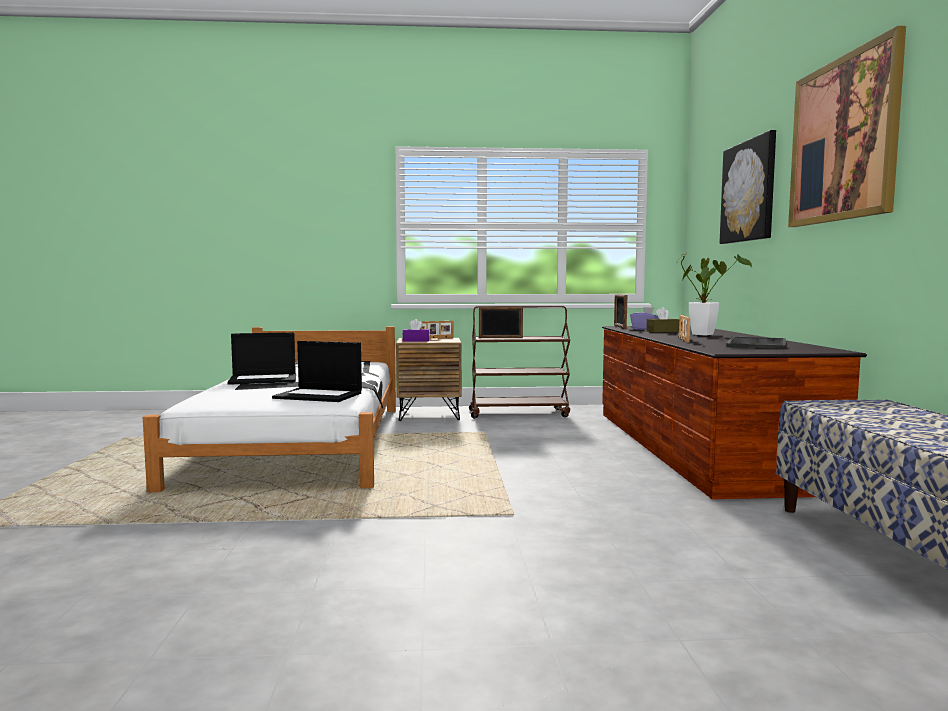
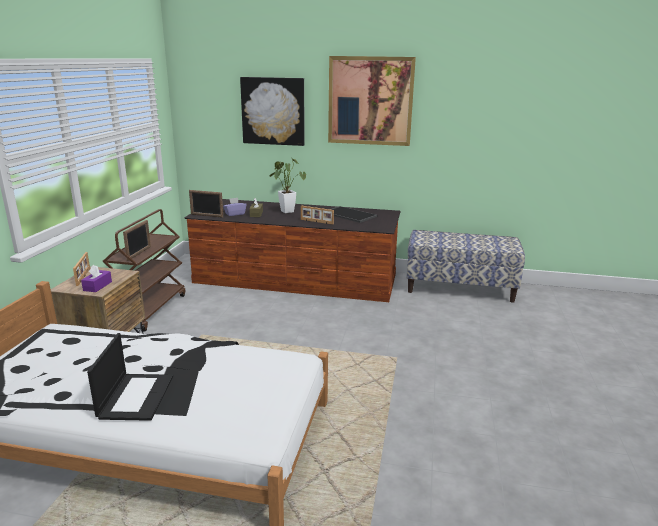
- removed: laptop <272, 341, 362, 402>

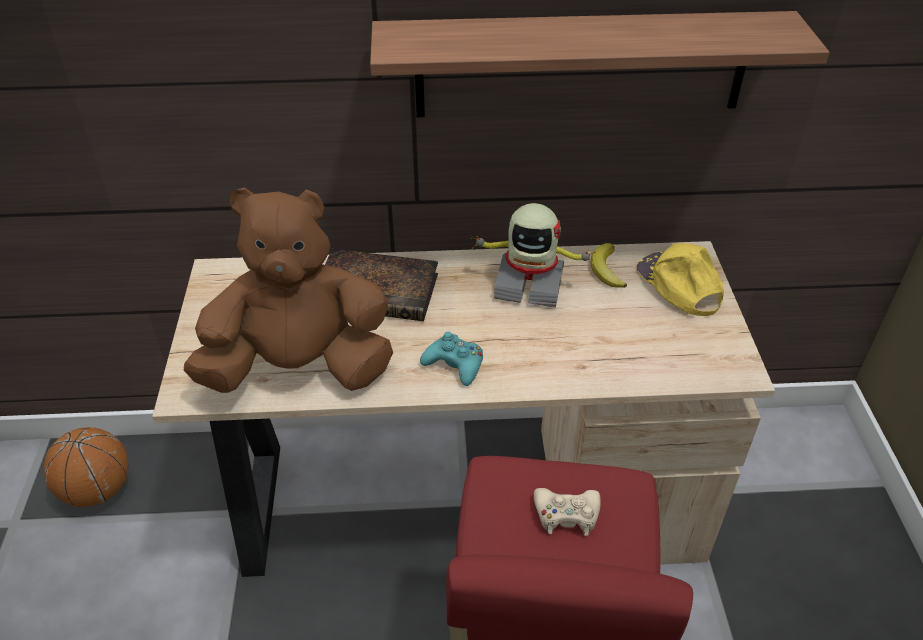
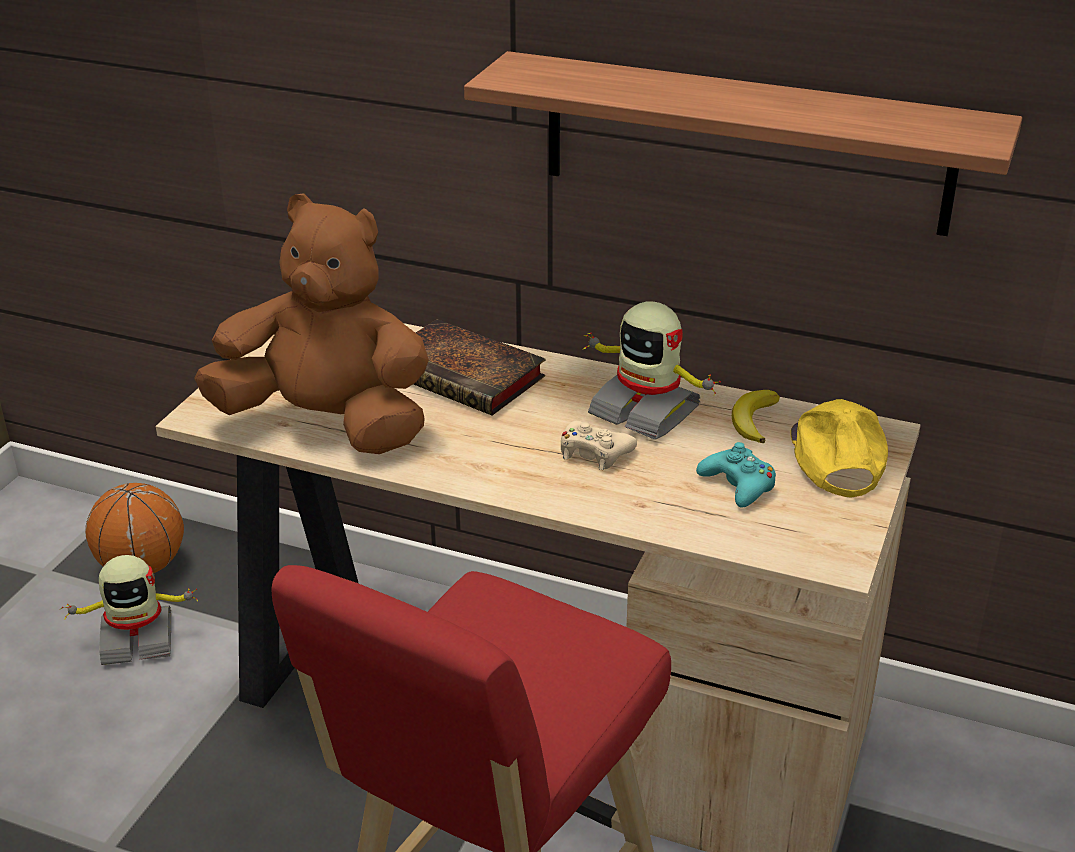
- added: toy robot <61, 555, 198, 665>
- moved: beige game controller <534, 488, 601, 536> to <561, 420, 637, 470>
- moved: turquoise game controller <420, 332, 483, 386> to <696, 442, 776, 508>

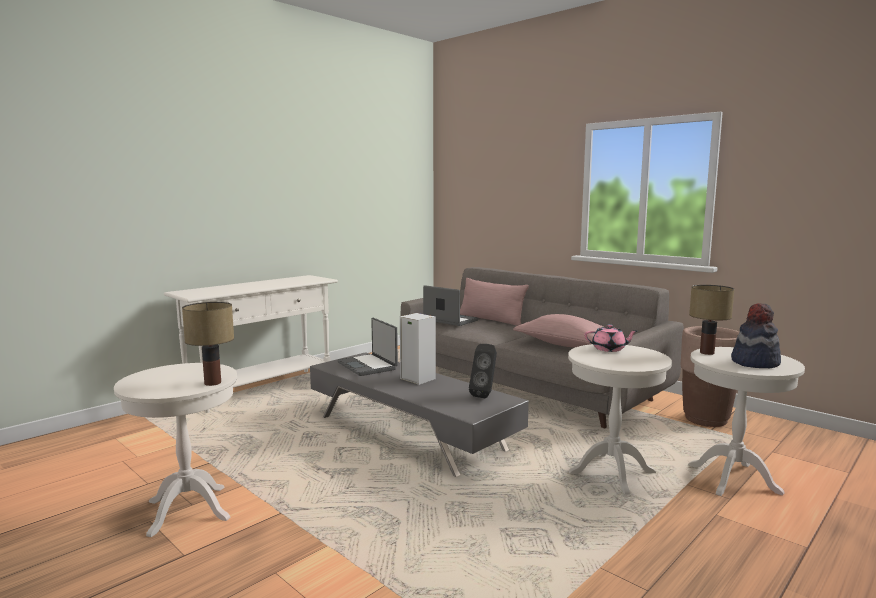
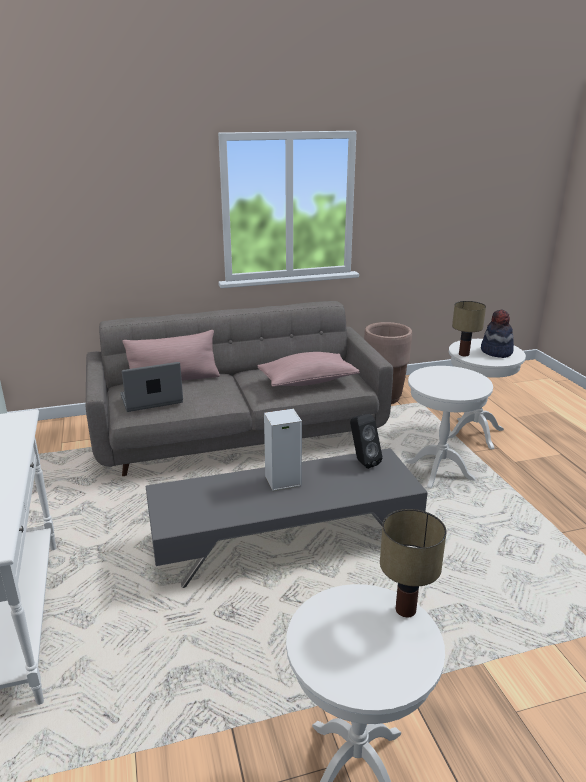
- removed: laptop <338, 317, 398, 376>
- removed: pink teapot <584, 324, 637, 352>

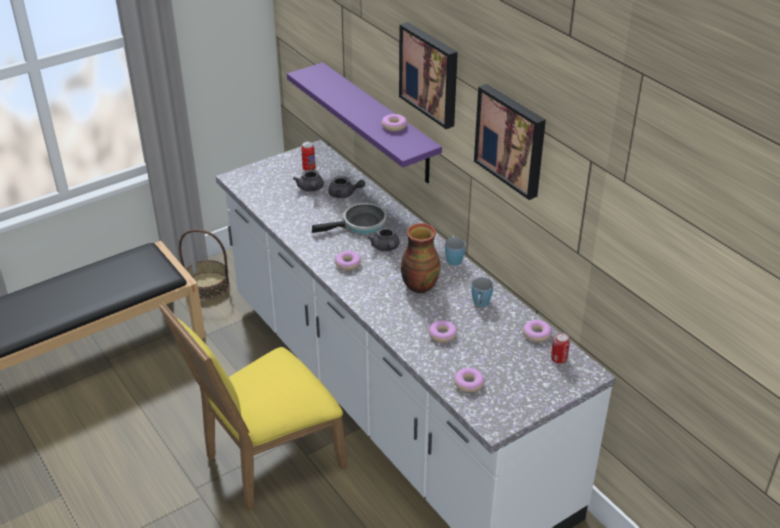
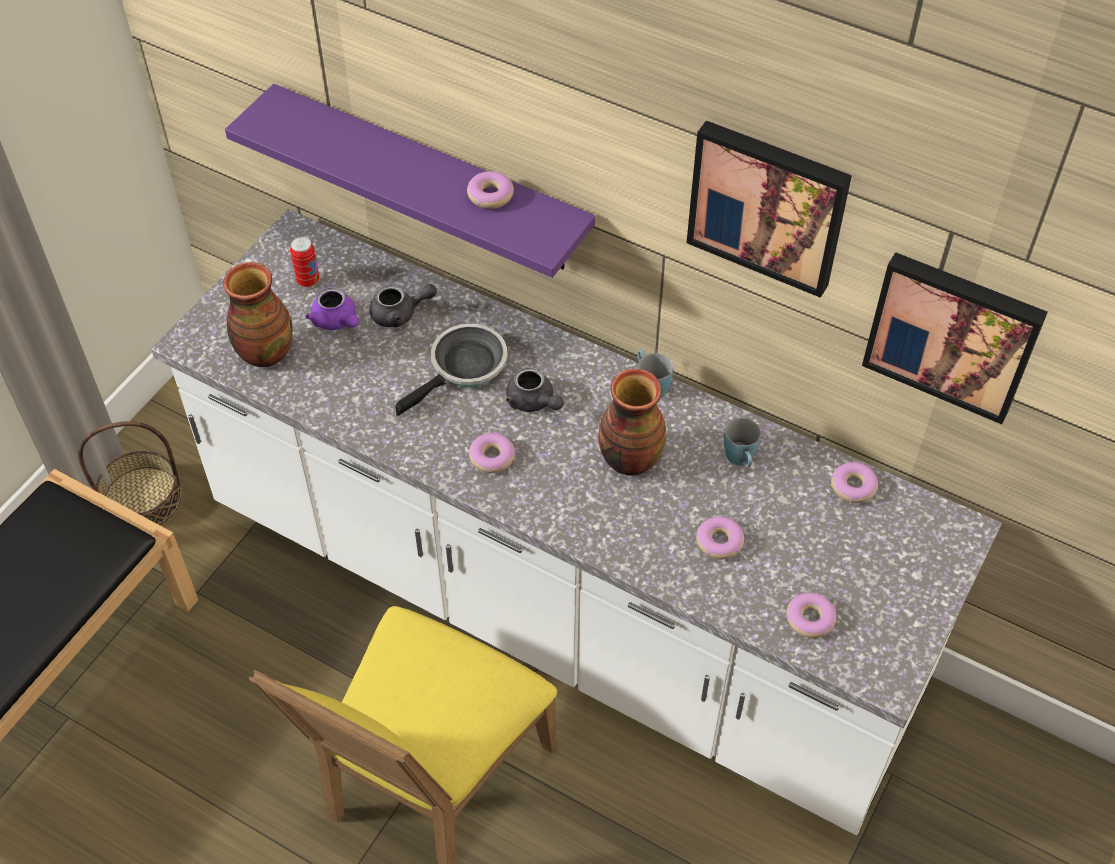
- added: vase <223, 262, 293, 367>
- recoloured: grey teapot <293, 169, 324, 192> to purple teapot <306, 287, 359, 330>
- moved: picture <399, 22, 458, 129> to <862, 252, 1048, 424>
- removed: can <551, 332, 570, 363>

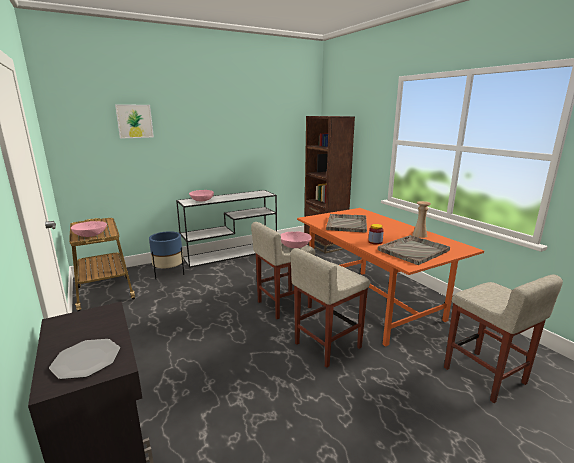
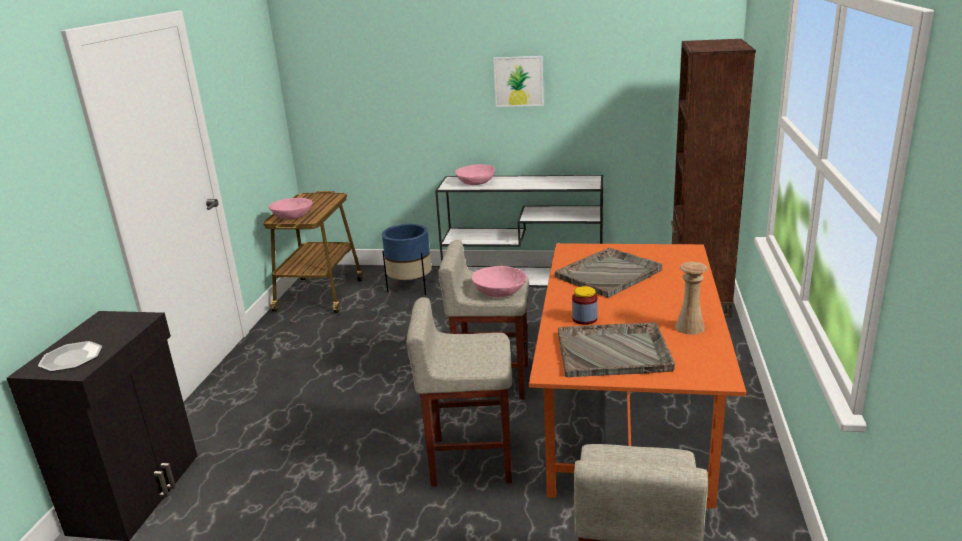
- moved: picture <115, 104, 154, 139> to <493, 56, 544, 107>

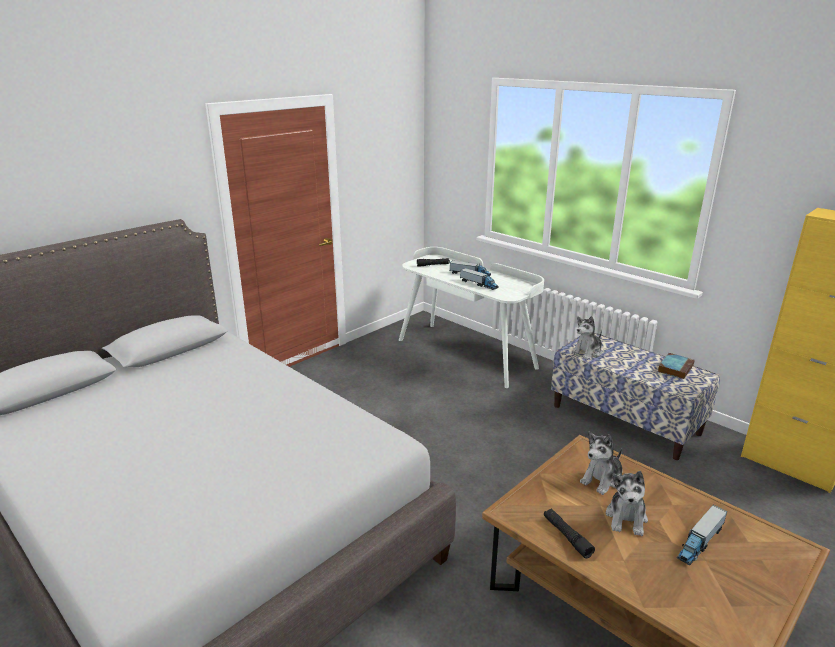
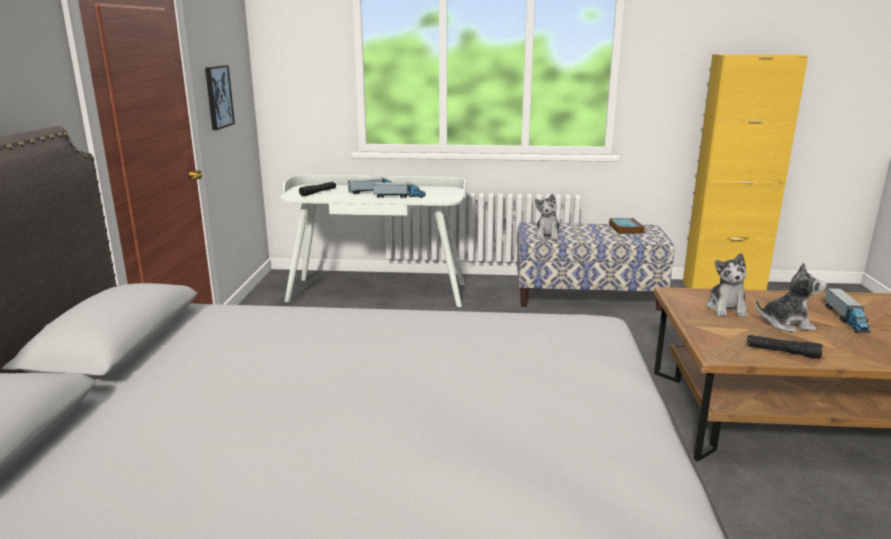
- added: picture <205, 65, 235, 130>
- turned: plush toy <606, 471, 648, 536> = <756, 263, 827, 333> 60 degrees counterclockwise

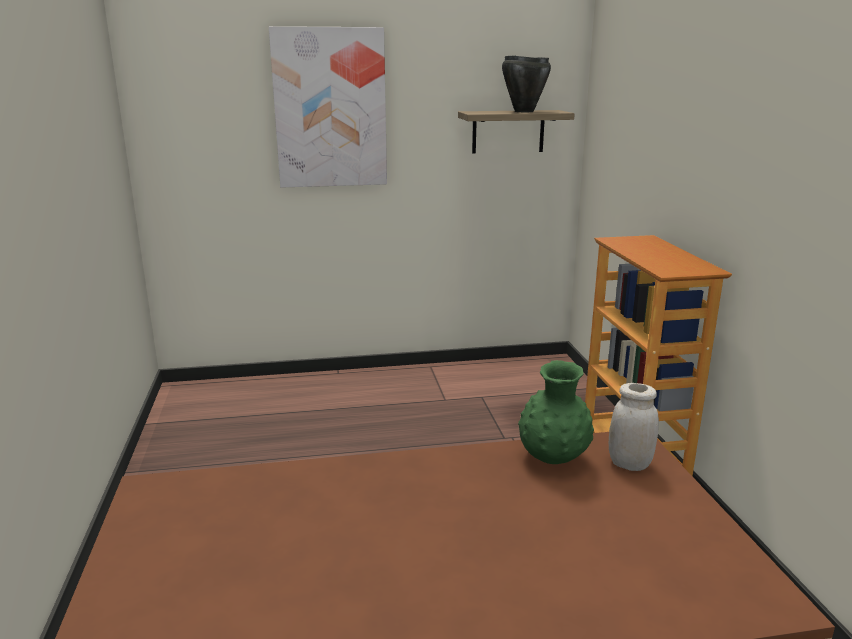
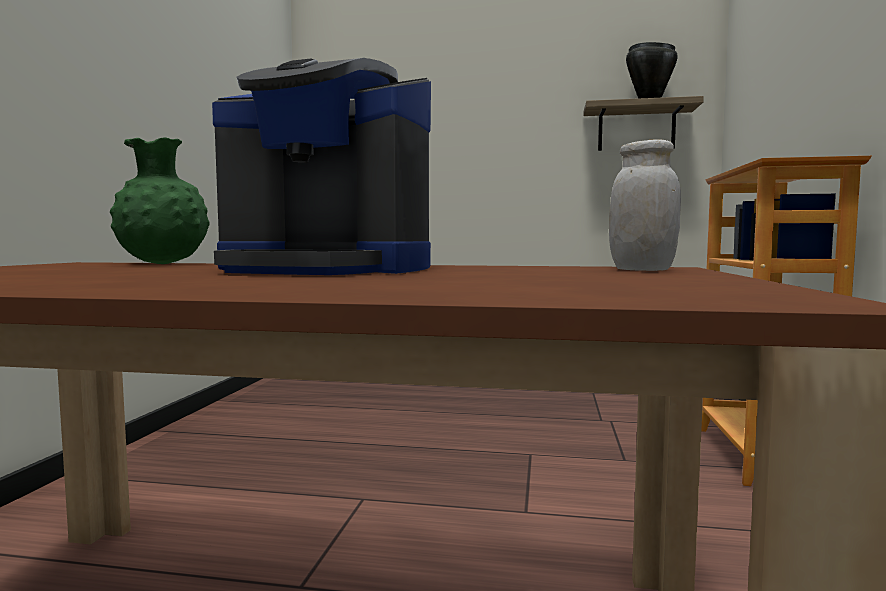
- moved: green vase <518, 360, 594, 464> to <110, 137, 210, 264>
- added: coffee machine <212, 58, 431, 275>
- removed: picture <269, 26, 387, 188>

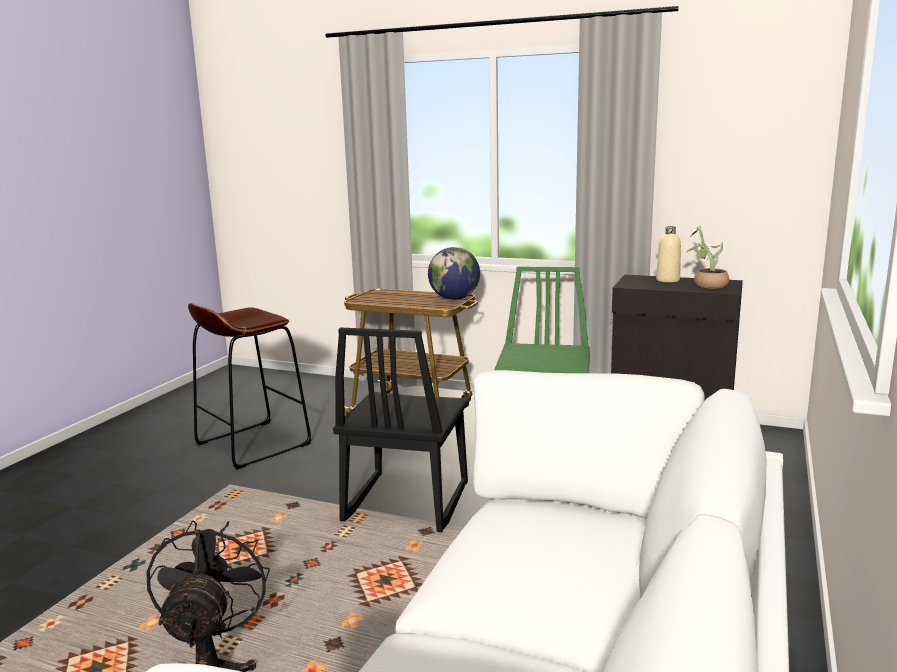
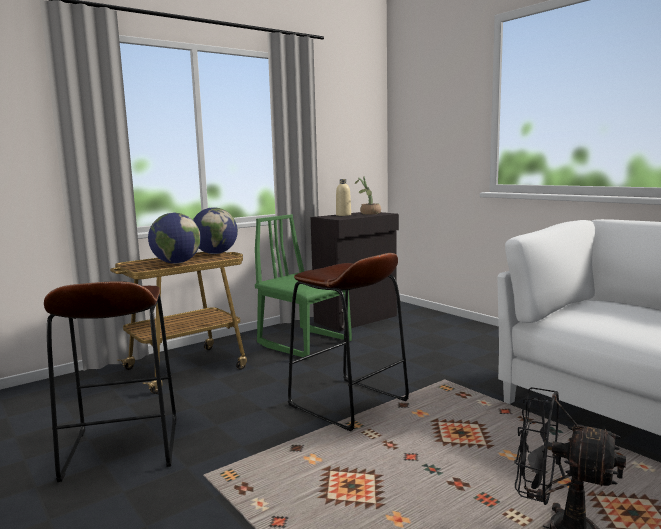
- added: globe <148, 213, 201, 264>
- replaced: black chair <333, 327, 469, 532> to brown stool <288, 253, 409, 431>

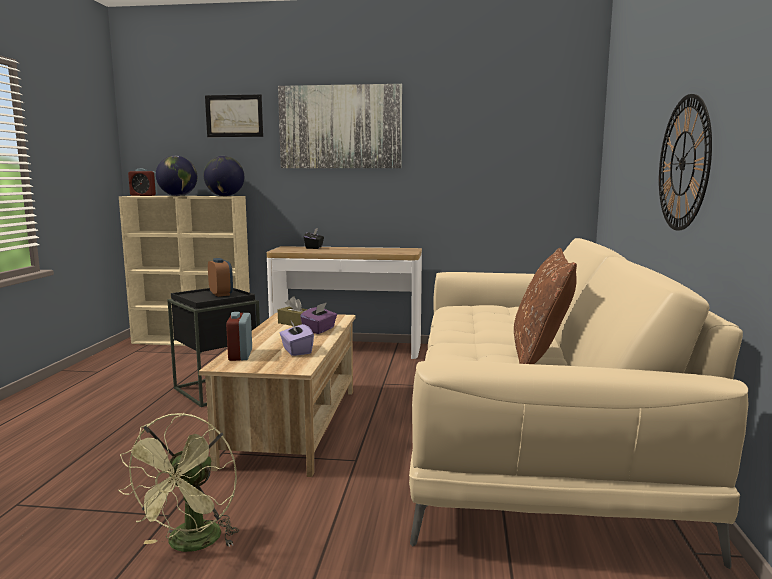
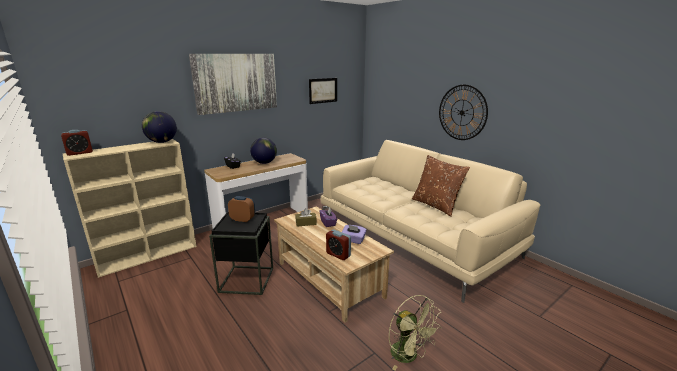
- moved: globe <156, 156, 197, 196> to <250, 138, 277, 164>
- moved: picture <205, 94, 263, 137> to <309, 78, 337, 104>

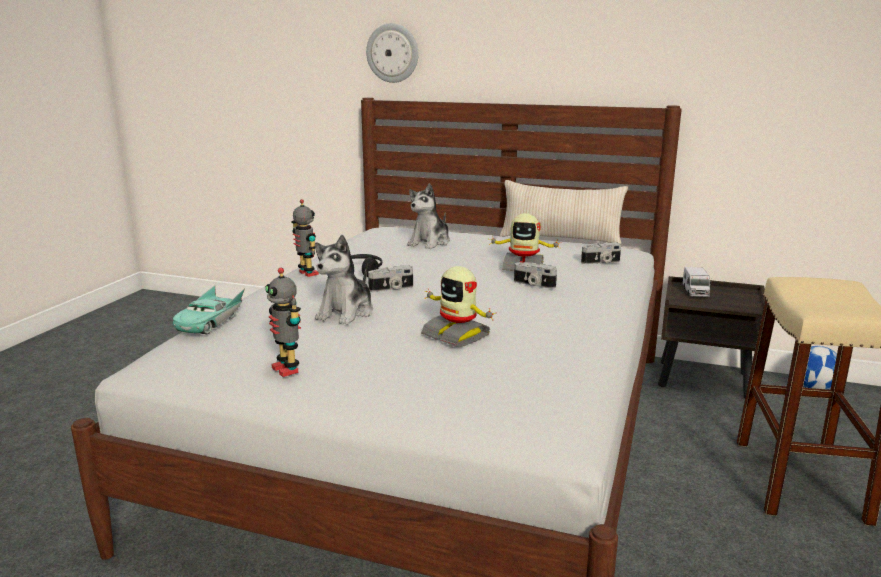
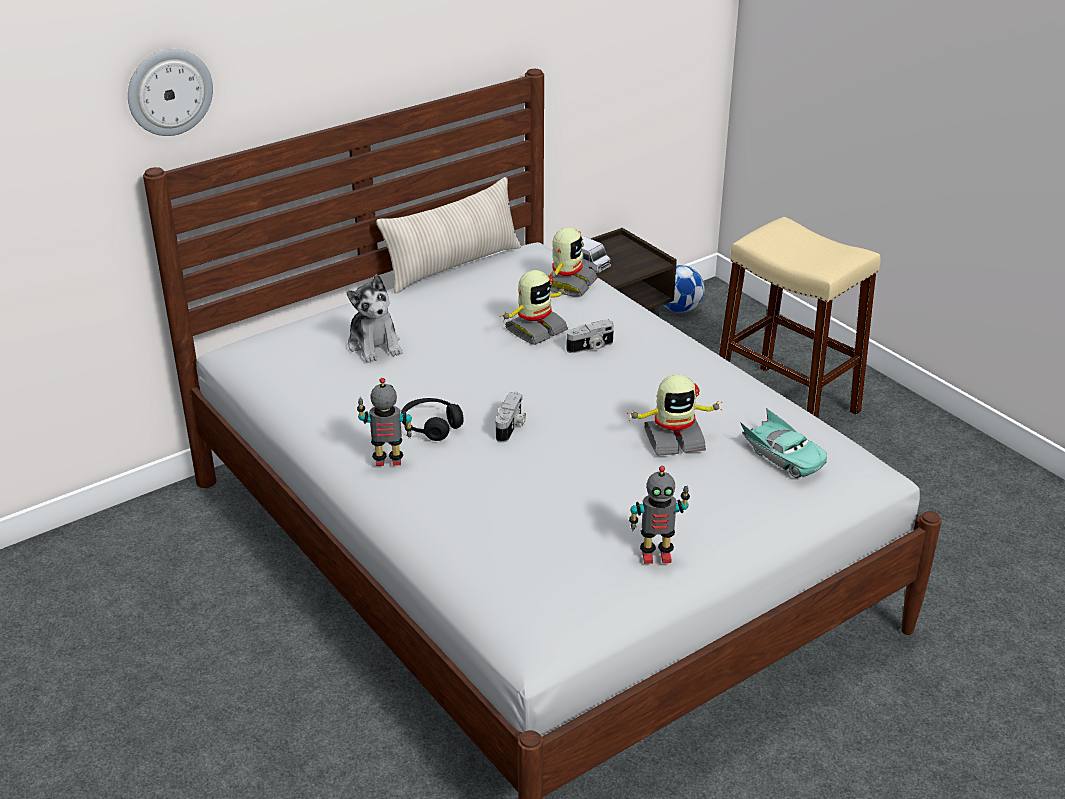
- replaced: photo camera <581, 242, 621, 264> to toy robot <549, 227, 598, 297>
- moved: turquoise toy car <173, 286, 245, 334> to <740, 408, 827, 478>
- removed: plush toy <315, 235, 373, 325>

